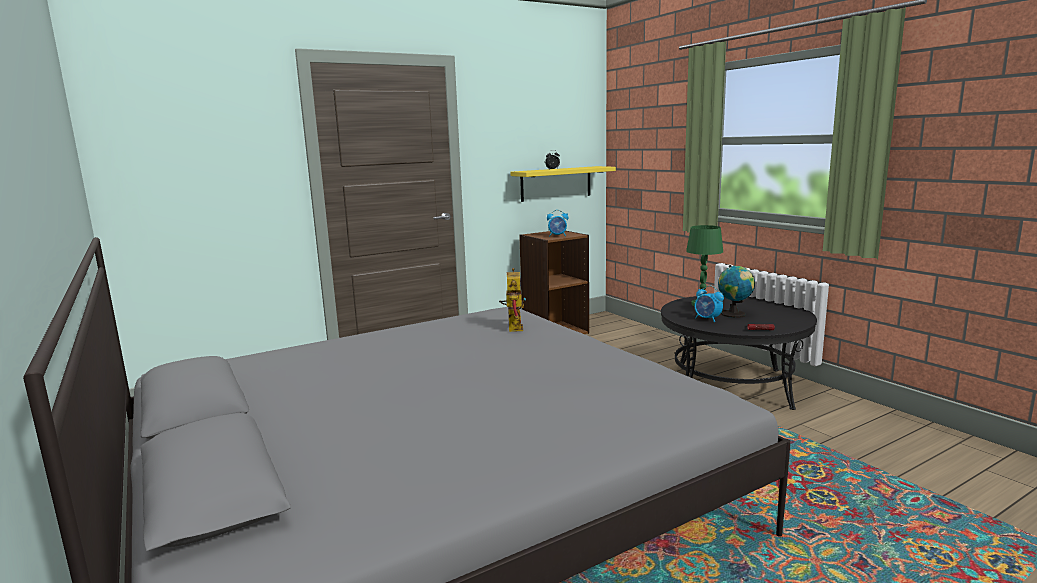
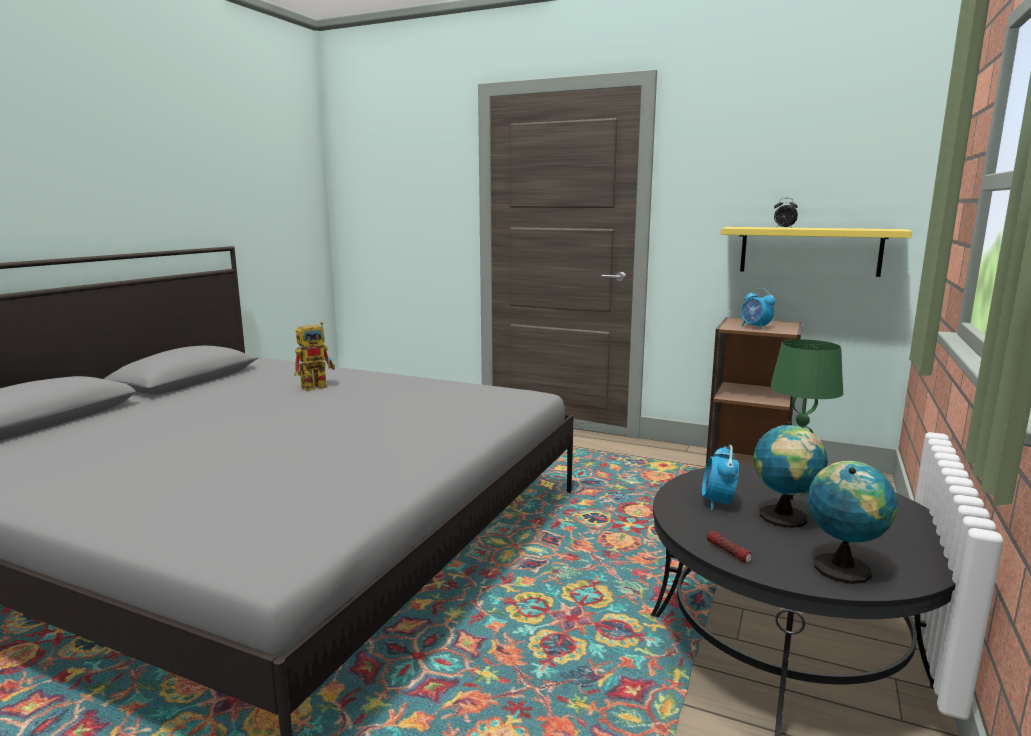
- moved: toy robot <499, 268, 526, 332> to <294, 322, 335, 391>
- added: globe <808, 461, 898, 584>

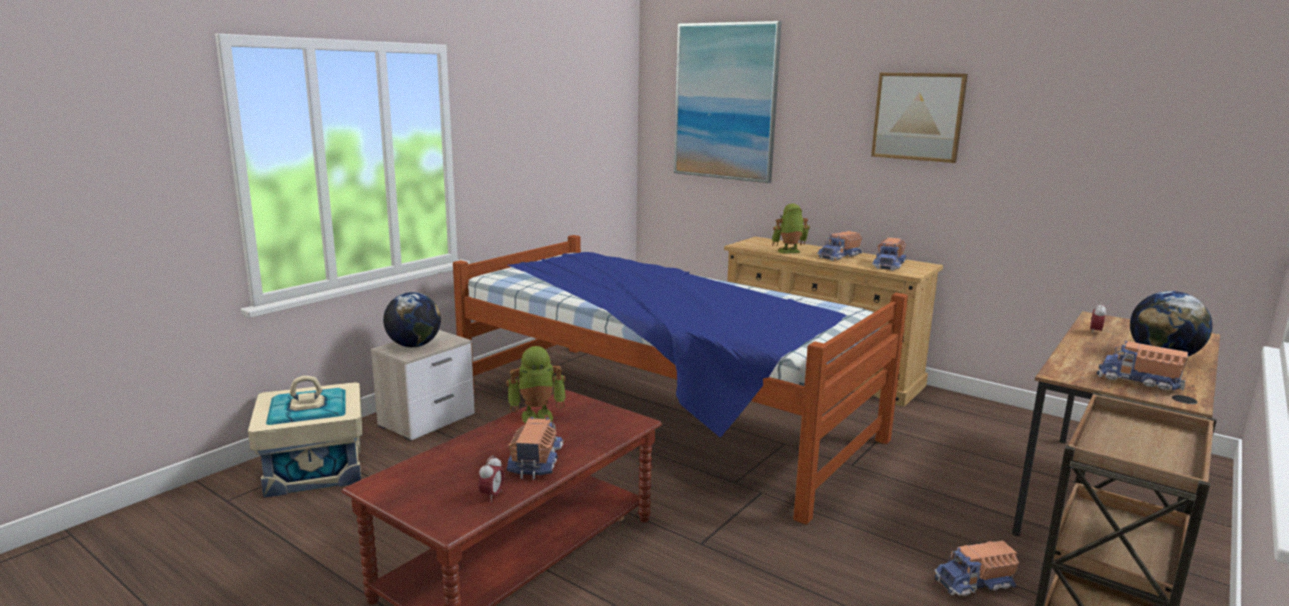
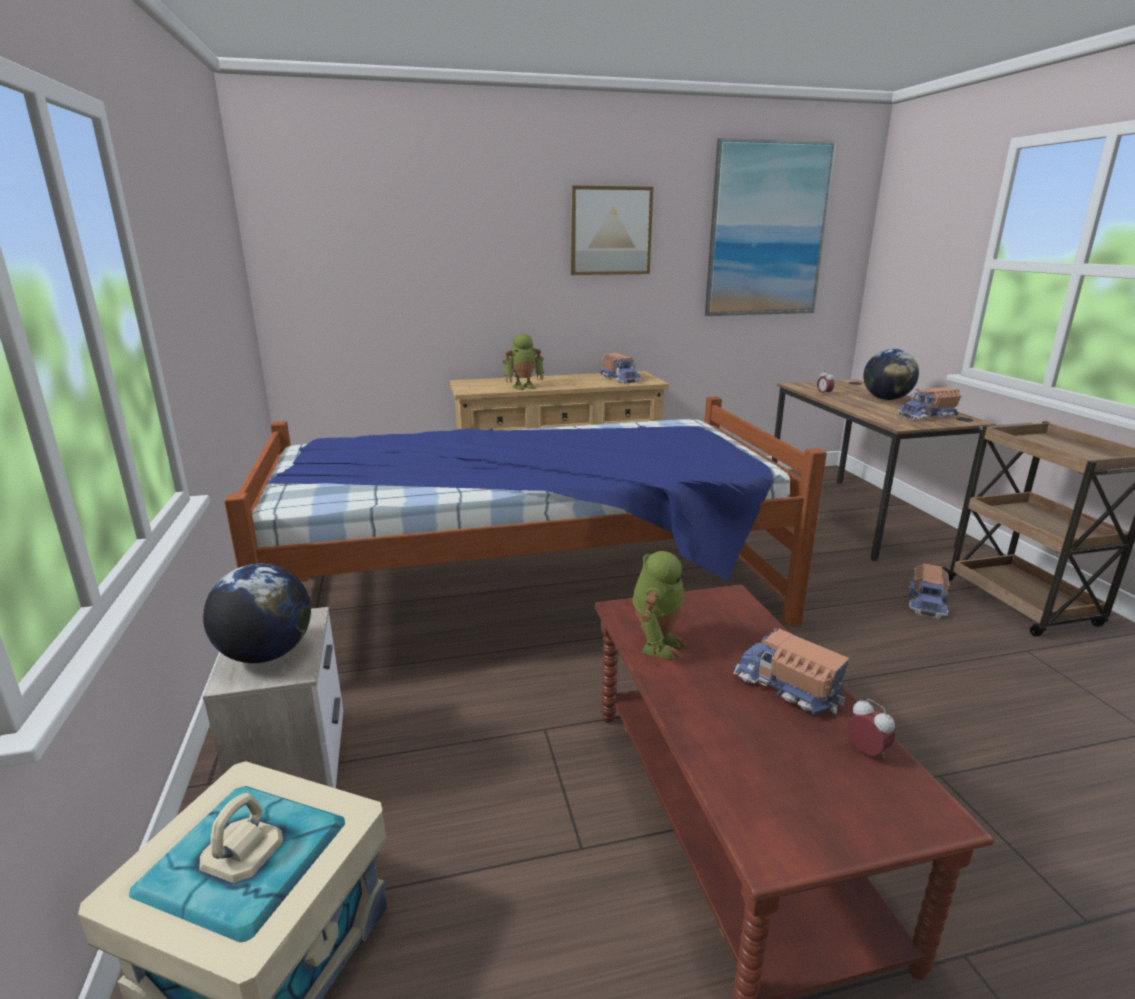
- turned: toy robot <772, 204, 810, 254> = <503, 333, 544, 391> 135 degrees counterclockwise
- moved: picture <674, 21, 782, 183> to <705, 138, 836, 316>
- removed: toy truck <817, 231, 862, 261>

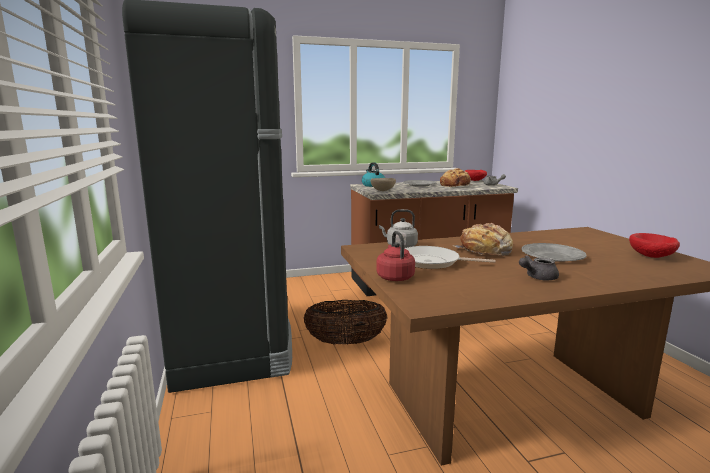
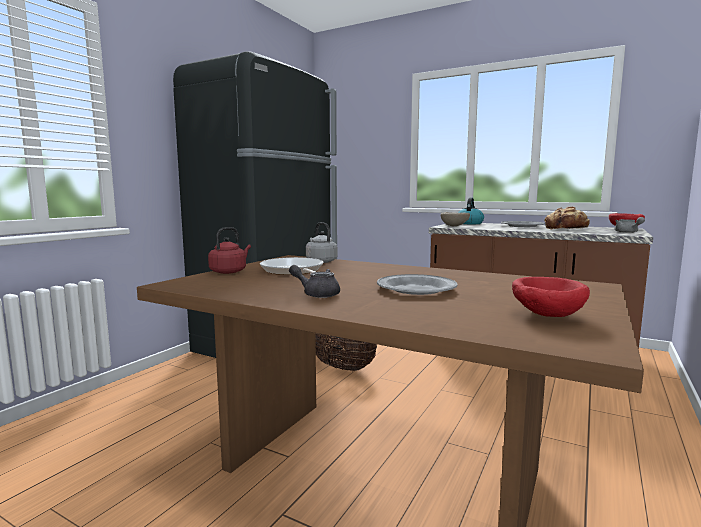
- removed: bread <452, 223, 513, 256>

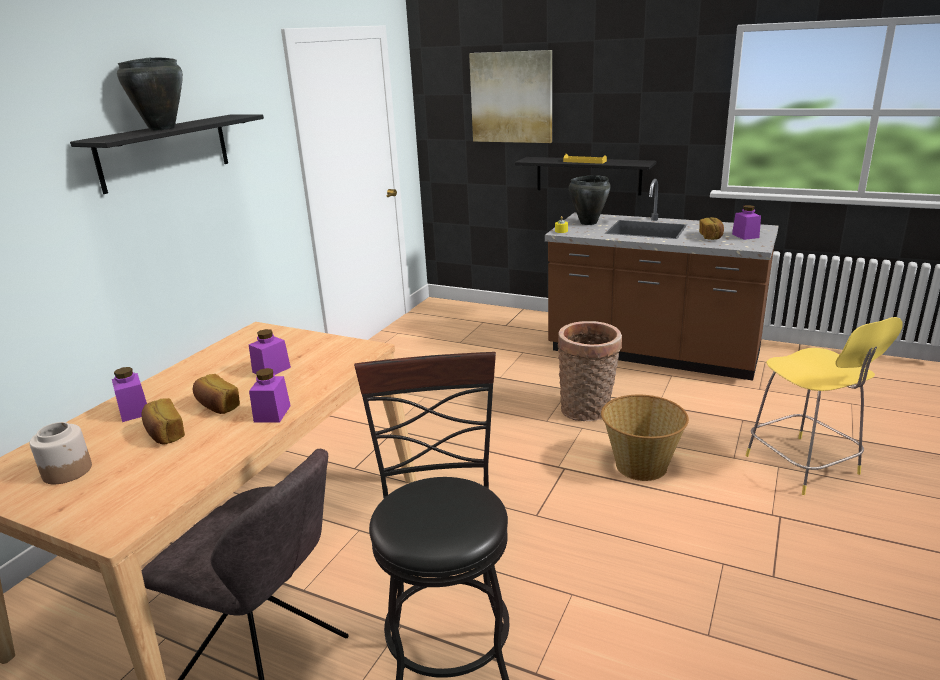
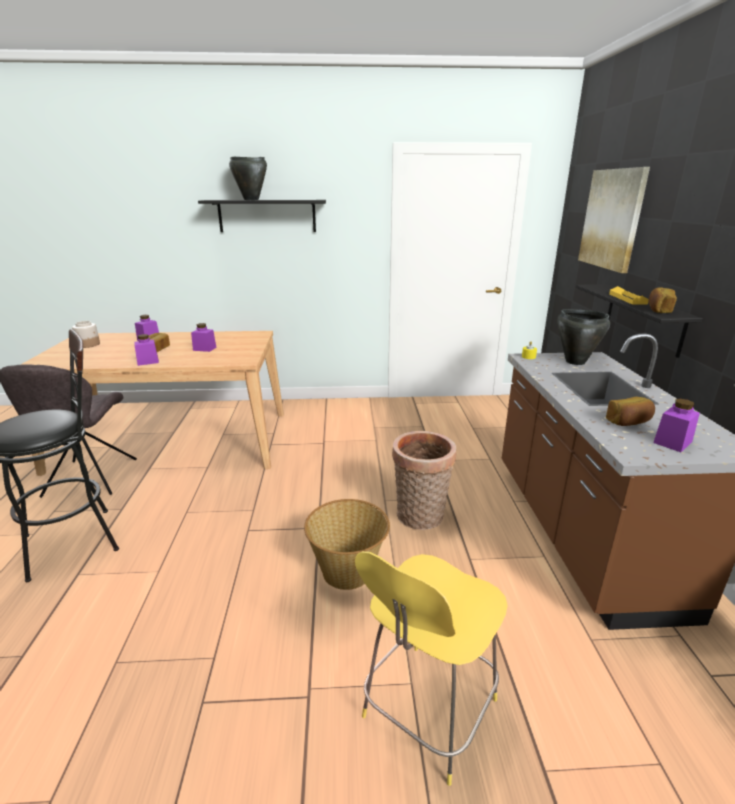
- moved: bread <141, 398, 185, 445> to <649, 287, 677, 313>

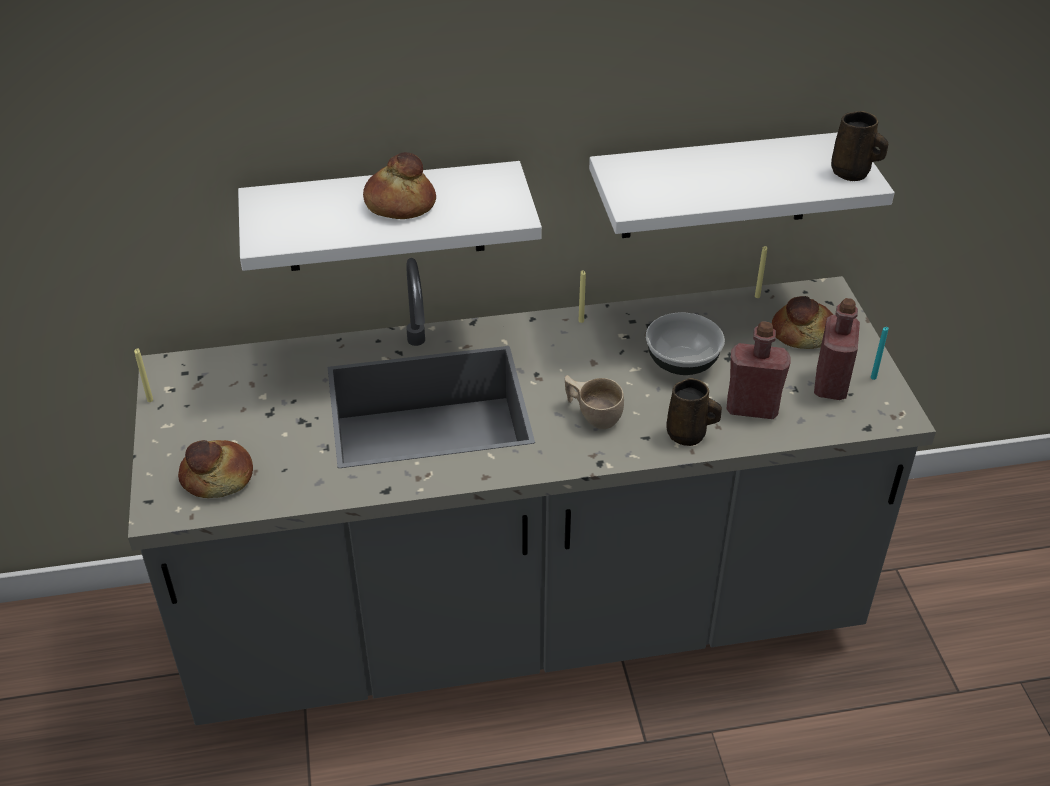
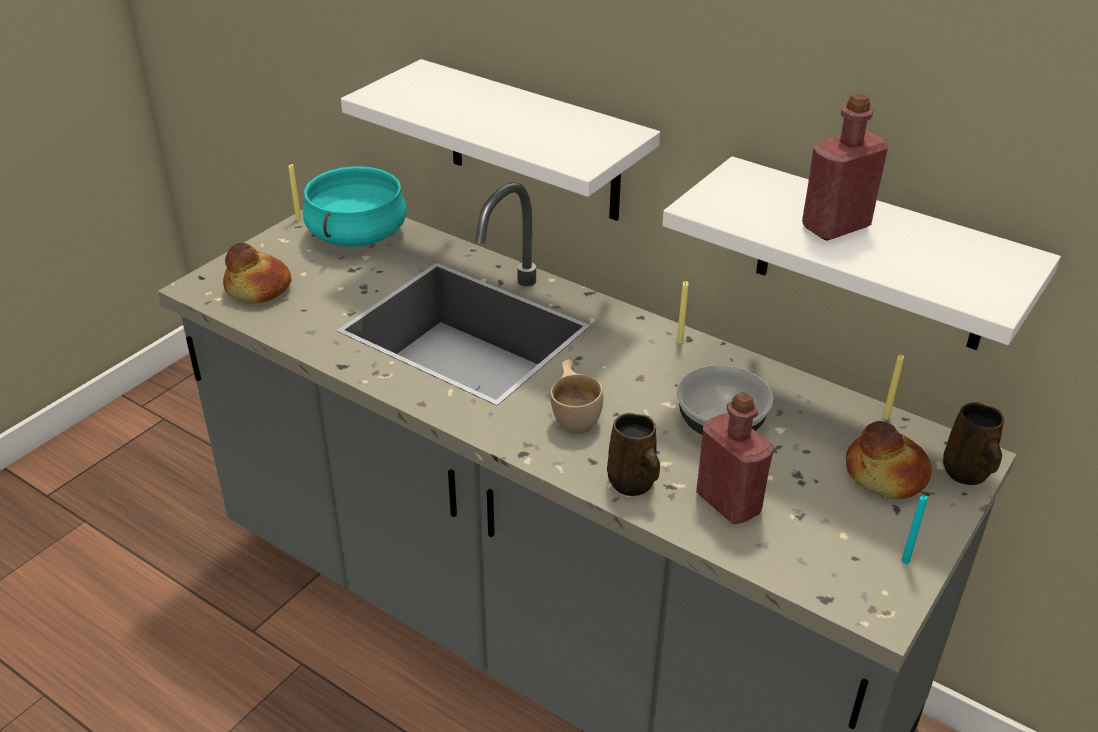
- added: turquoise cooking pot <303, 166, 407, 247>
- moved: red bottle <814, 298, 860, 400> to <802, 94, 888, 241>
- moved: brown mug <831, 111, 888, 181> to <943, 402, 1004, 485>
- removed: bread <363, 152, 436, 219>

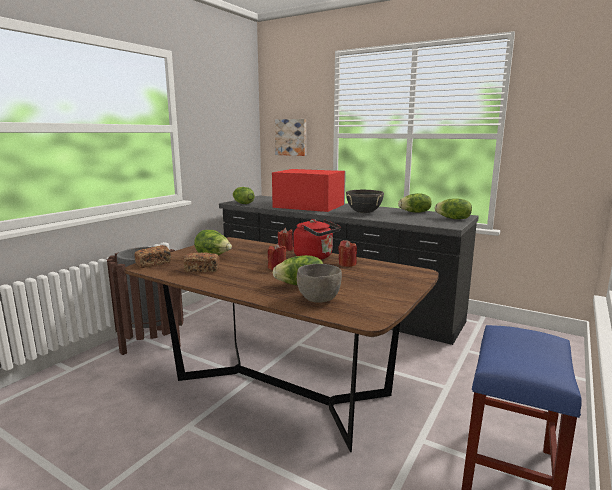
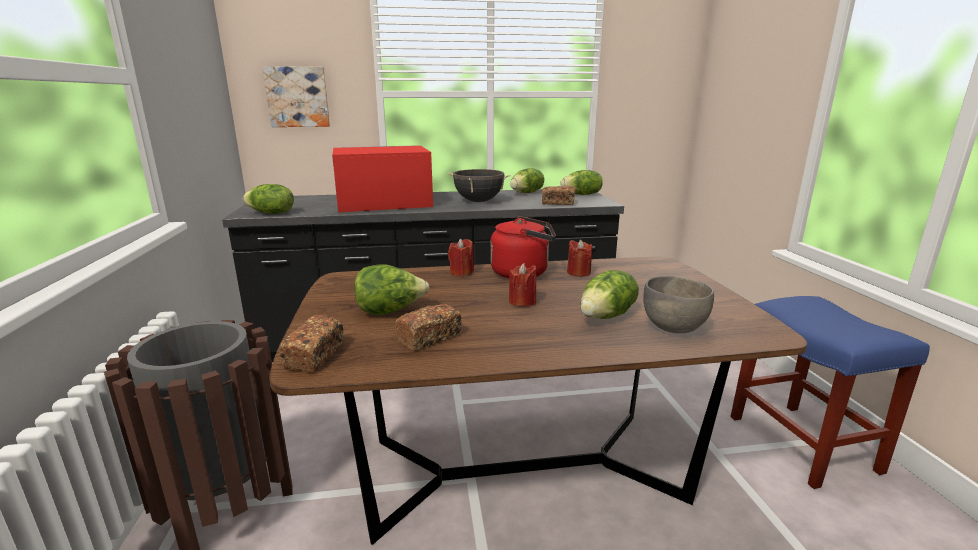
- added: bread <542, 186, 575, 205>

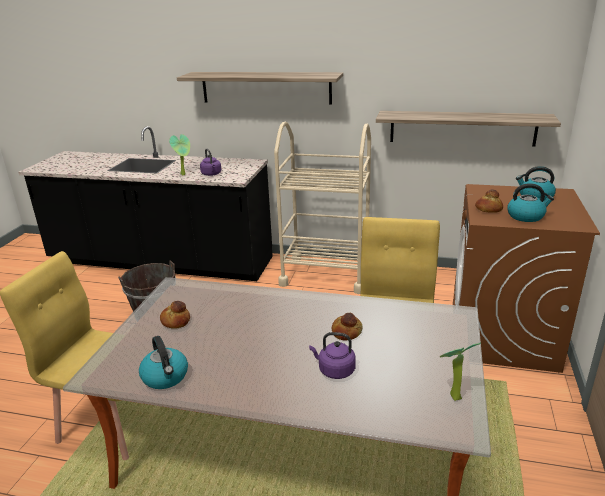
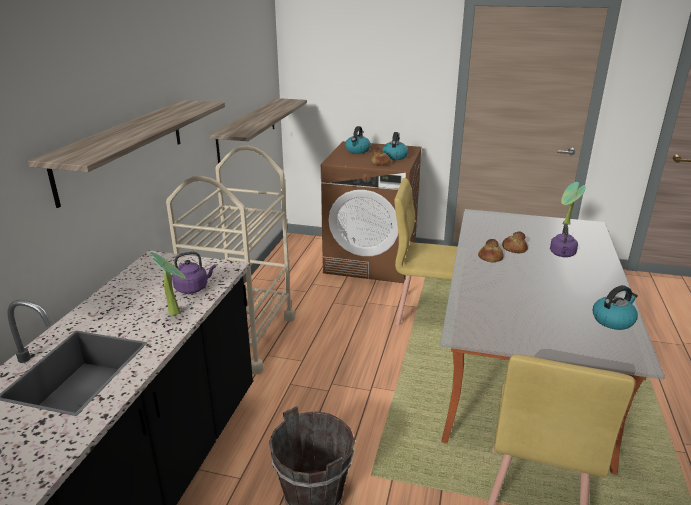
- moved: bread <160, 301, 190, 329> to <478, 239, 504, 262>

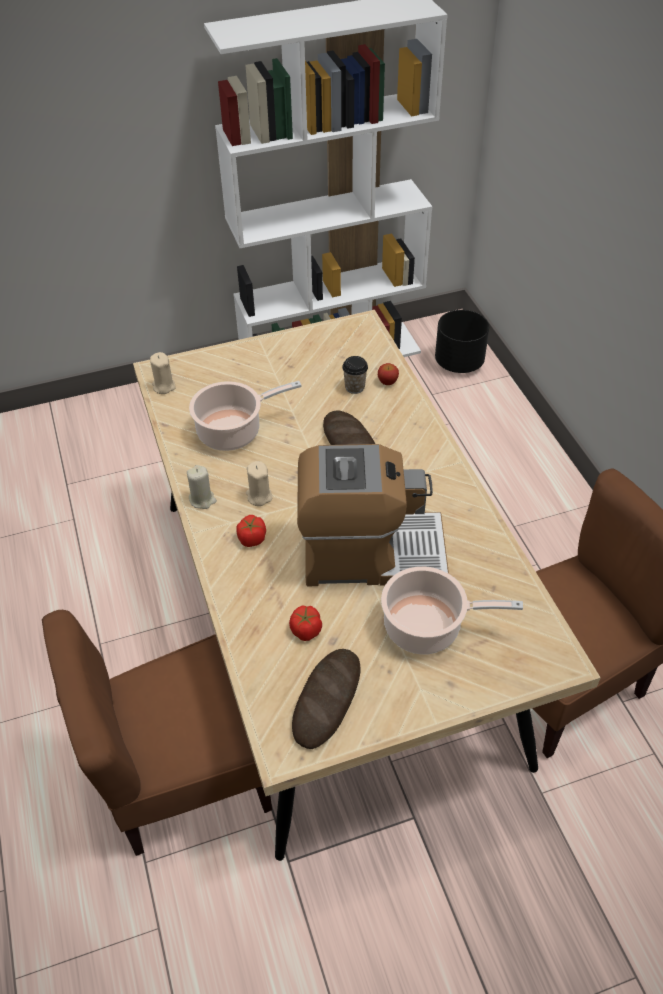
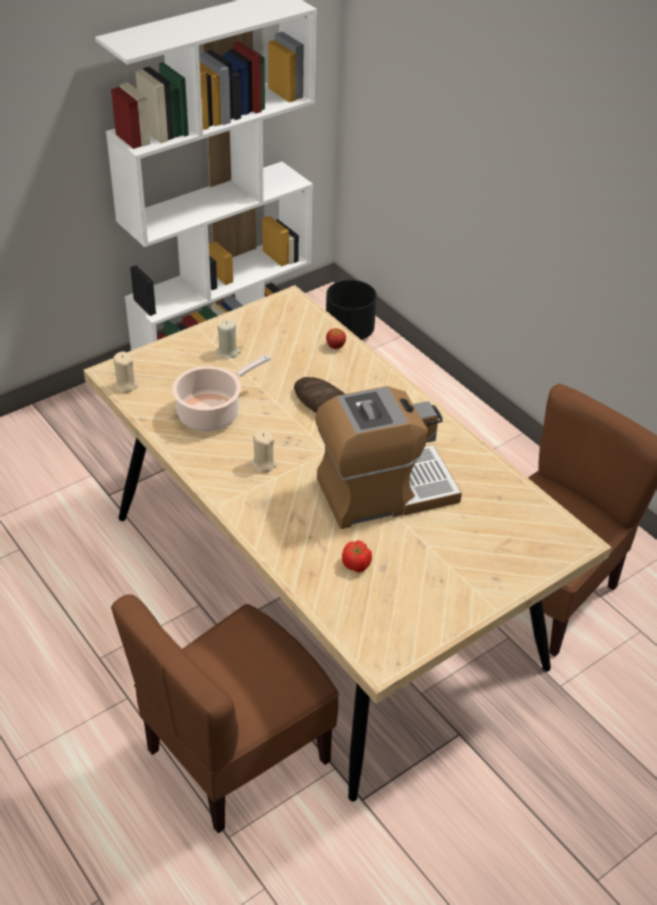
- moved: beige candle <187, 465, 217, 509> to <216, 320, 241, 358>
- removed: tomato <237, 515, 266, 547>
- removed: bread <292, 649, 361, 749>
- removed: cup <342, 356, 368, 394>
- removed: cooking pot <381, 566, 523, 654>

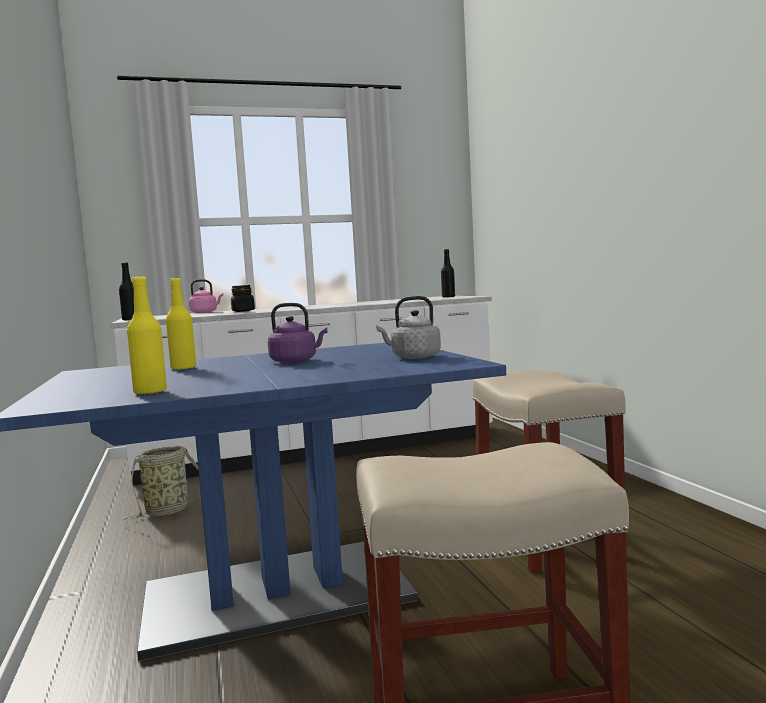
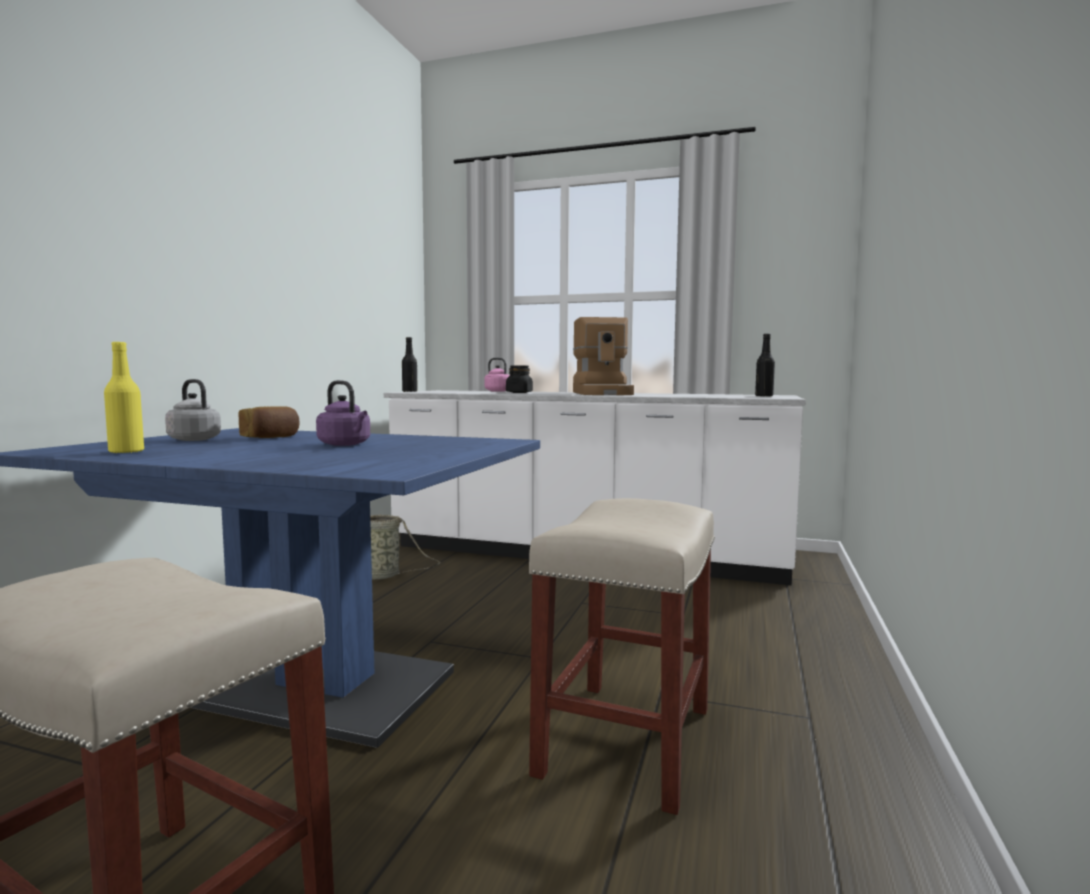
- moved: grey kettle <376, 296, 441, 359> to <165, 379, 221, 441>
- replaced: yellow bottle <166, 278, 196, 370> to bread <239, 406, 299, 438>
- added: coffee machine <573, 317, 634, 395>

